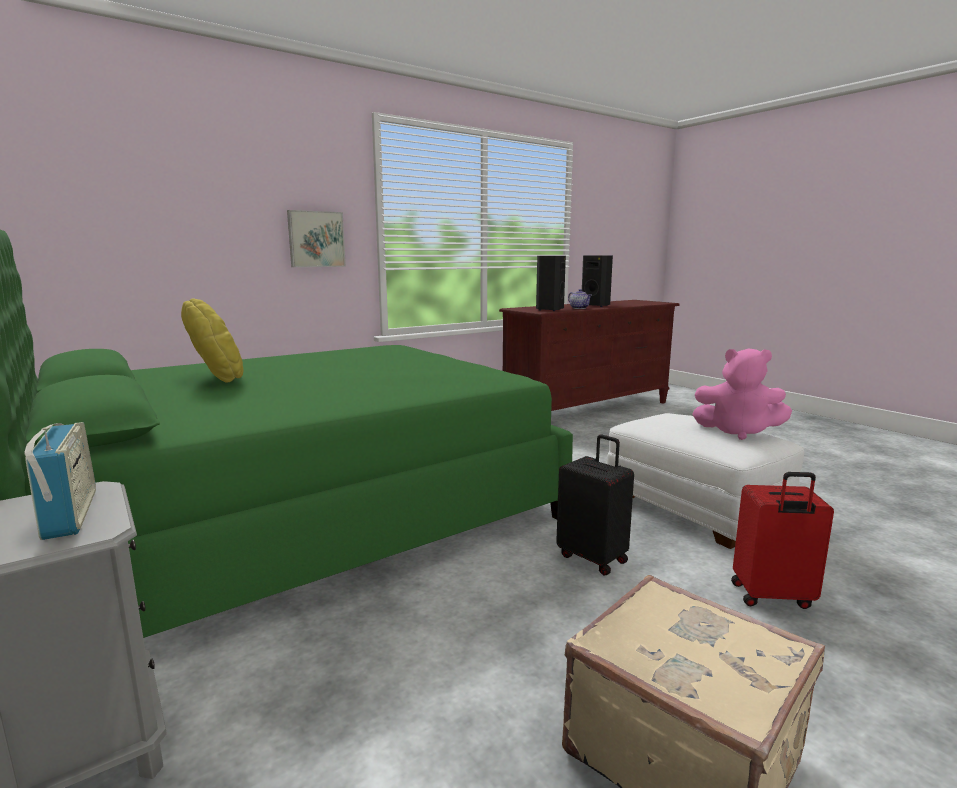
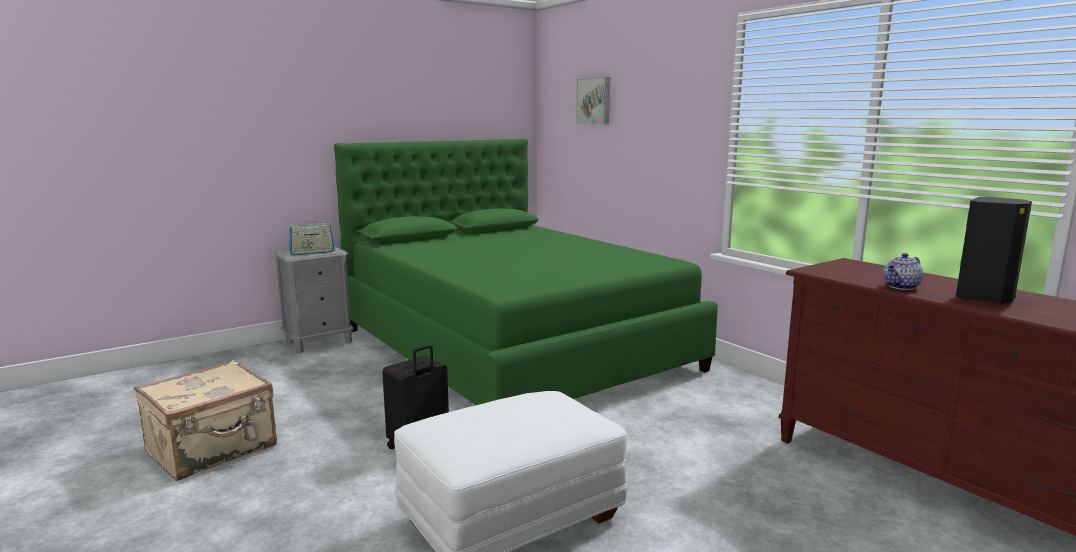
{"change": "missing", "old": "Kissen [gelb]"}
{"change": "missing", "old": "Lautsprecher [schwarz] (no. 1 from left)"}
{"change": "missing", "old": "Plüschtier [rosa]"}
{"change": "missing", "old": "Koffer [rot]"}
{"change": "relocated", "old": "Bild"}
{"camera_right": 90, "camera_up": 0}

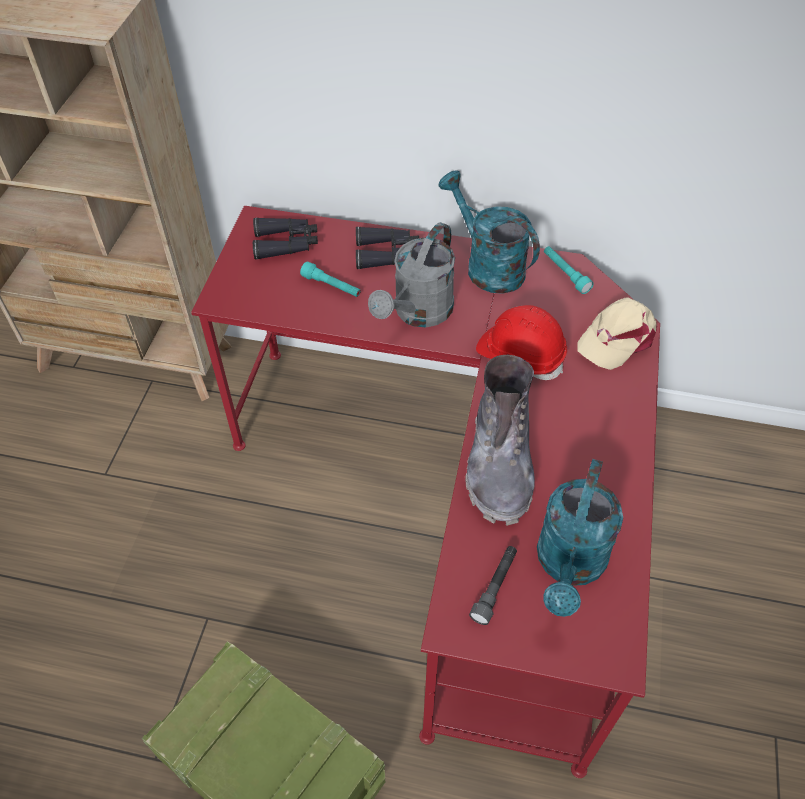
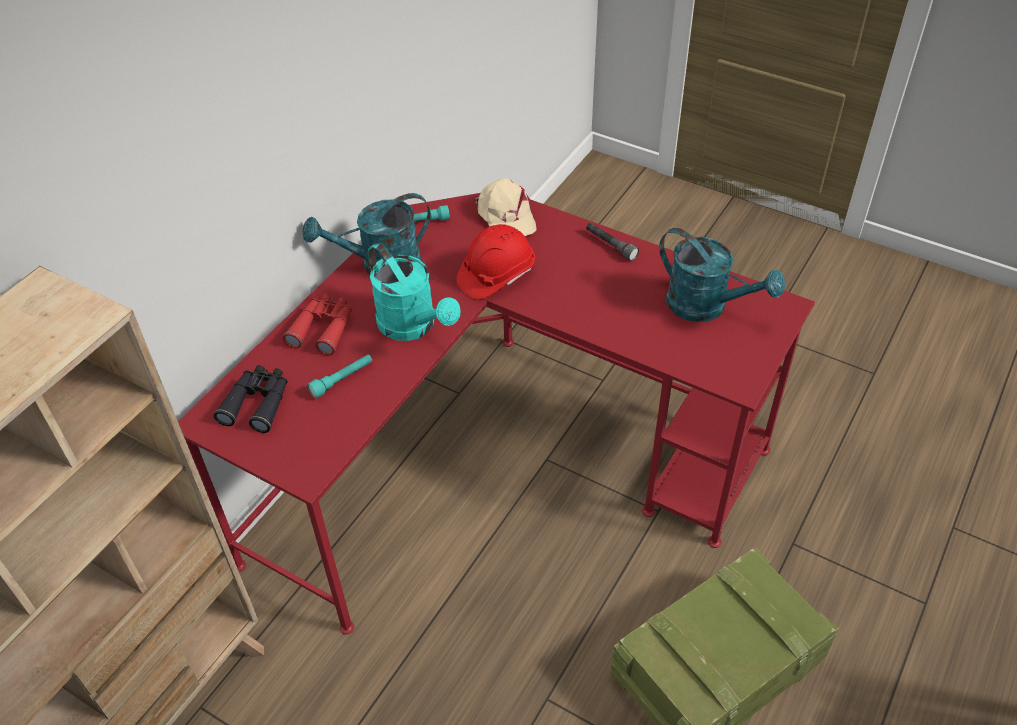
{"change": "missing", "old": "Stiefel [grau]"}
{"change": "relocated", "old": "Taschenlampe [grau]"}
{"change": "colour", "old": "Fernglas [schwarz] (no. 2 from left)", "new": "Fernglas [rot]"}
{"change": "colour", "old": "Gießkanne [grau]", "new": "Gießkanne [türkis] (no. 2 from left)"}
{"camera_right": -70, "camera_up": -5}

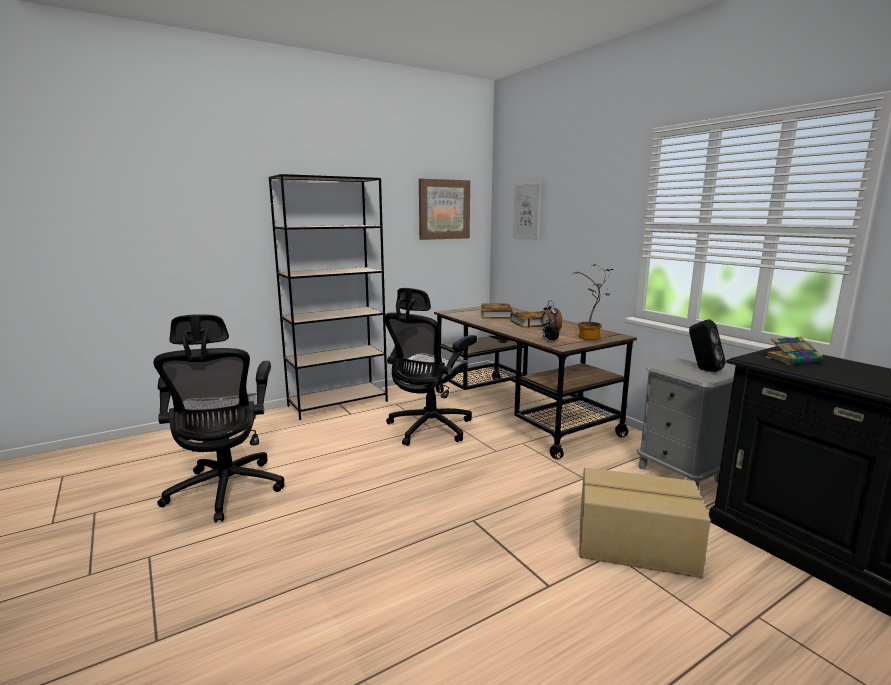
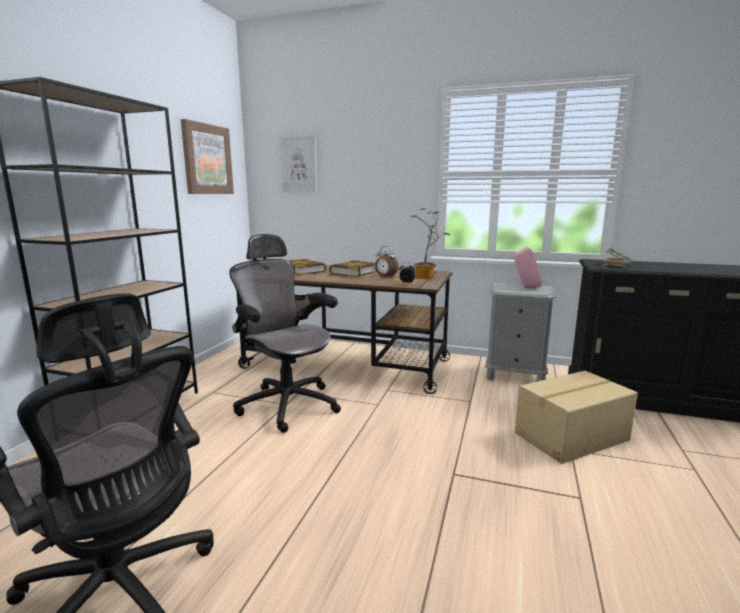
{"change": "colour", "old": "Lautsprecher [schwarz]", "new": "Lautsprecher [rosa]"}
{"change": "spun", "old": "Bürostuhl (no. 2 from left)", "degrees": 150}
{"camera_right": -40, "camera_up": 0}

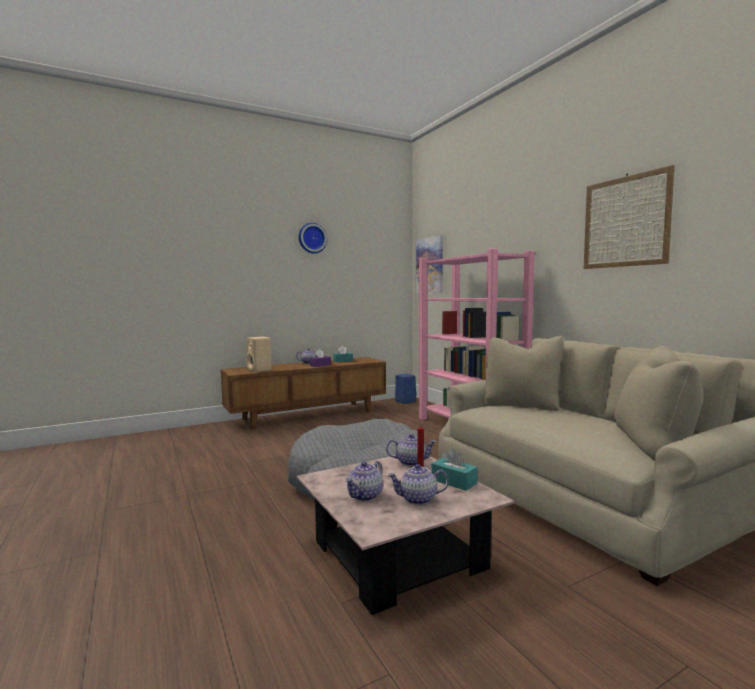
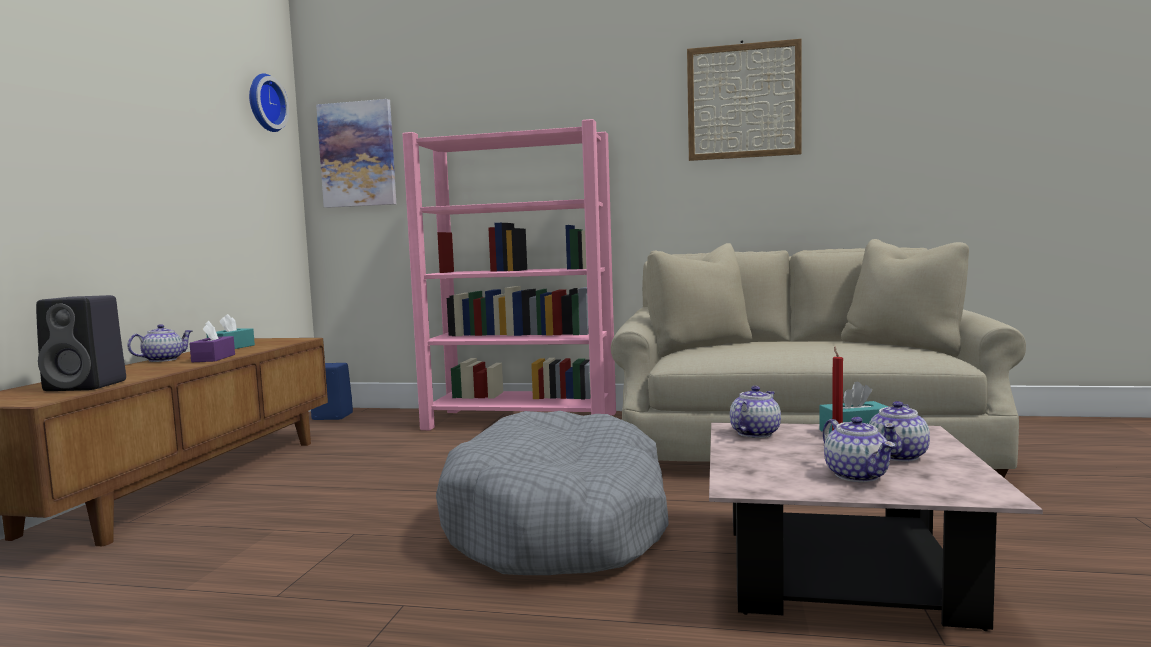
{"change": "relocated", "old": "Wanduhr"}
{"change": "colour", "old": "Lautsprecher [beige]", "new": "Lautsprecher [schwarz]"}
{"camera_right": -50, "camera_up": 0}

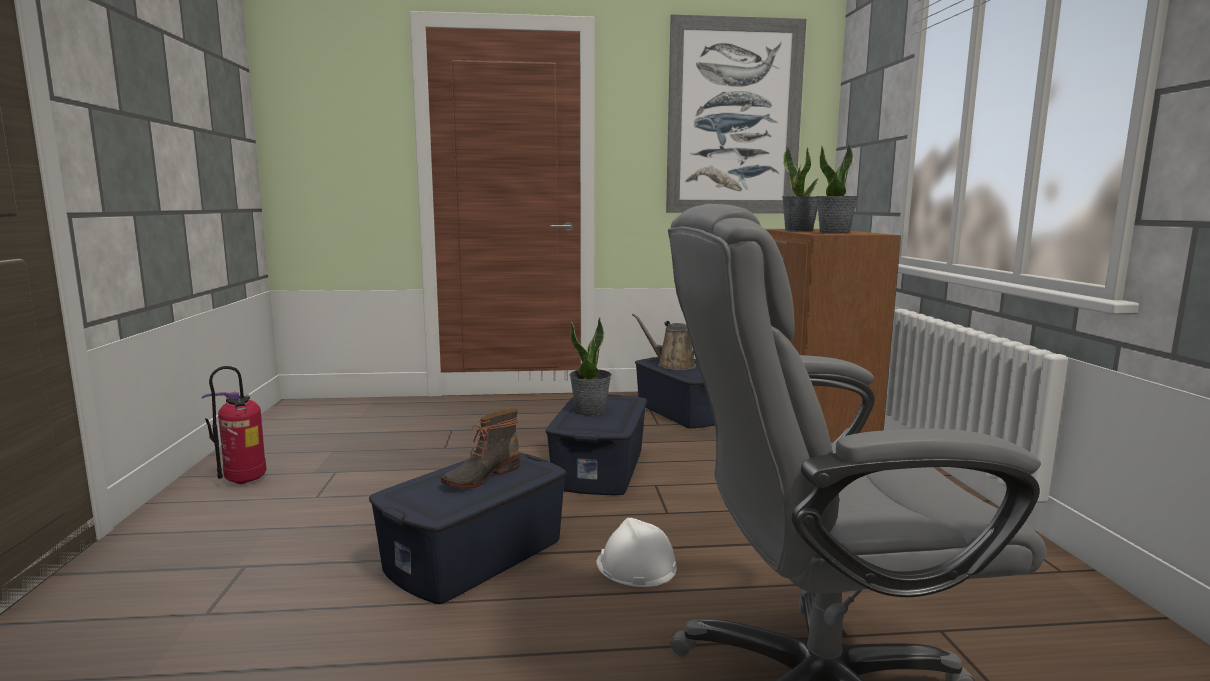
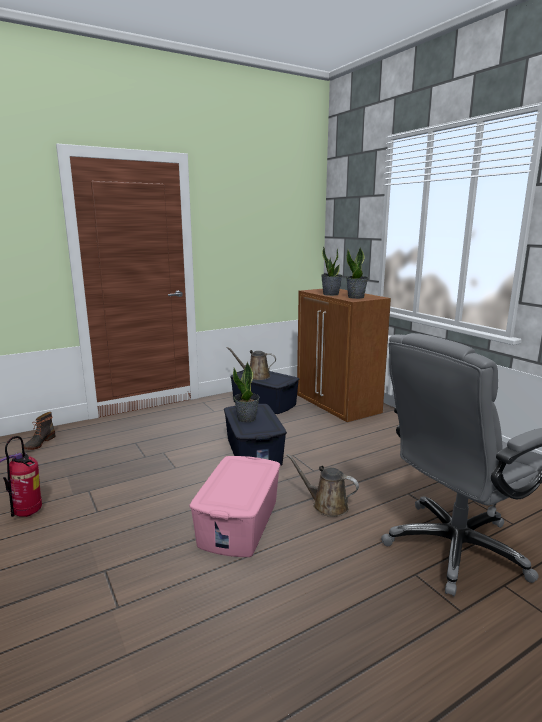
{"change": "missing", "old": "Bild"}
{"change": "relocated", "old": "Stiefel"}
{"change": "exchanged", "old": "Schutzhelm [weiß]", "new": "Gießkanne [braun] (no. 2 from left)"}
{"change": "colour", "old": "Aufbewahrungsbox [blau] (no. 1 from left)", "new": "Aufbewahrungsbox [rosa]"}
{"camera_right": -25, "camera_up": 5}

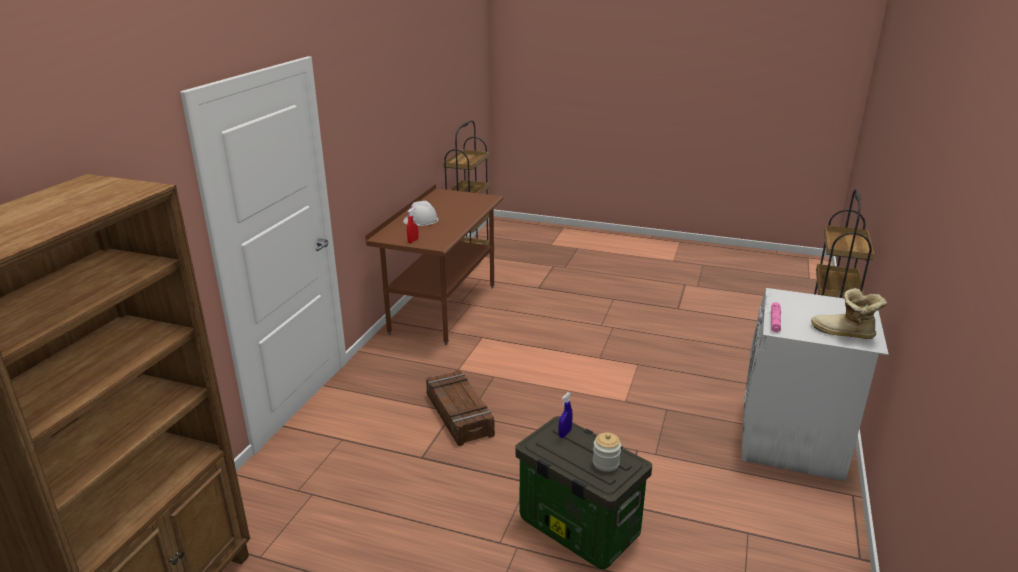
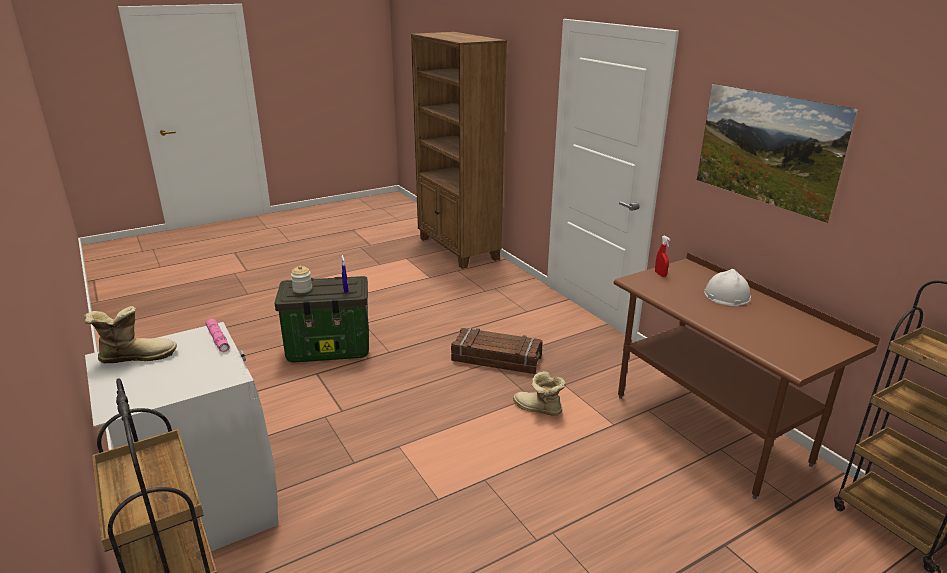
{"change": "appeared", "new": "Stiefel (no. 2 from left)"}
{"change": "appeared", "new": "Bild"}
{"camera_right": 130, "camera_up": 0}

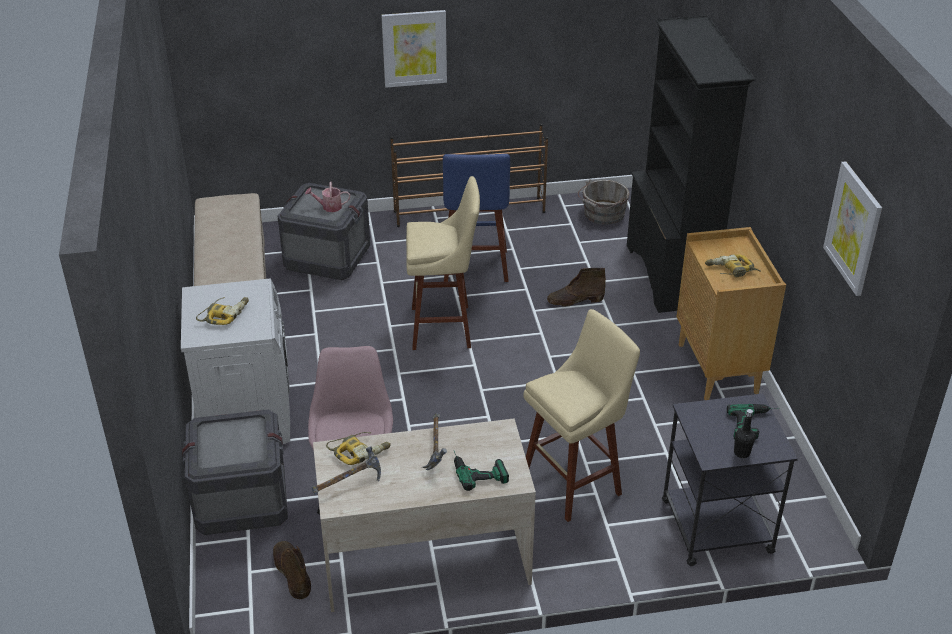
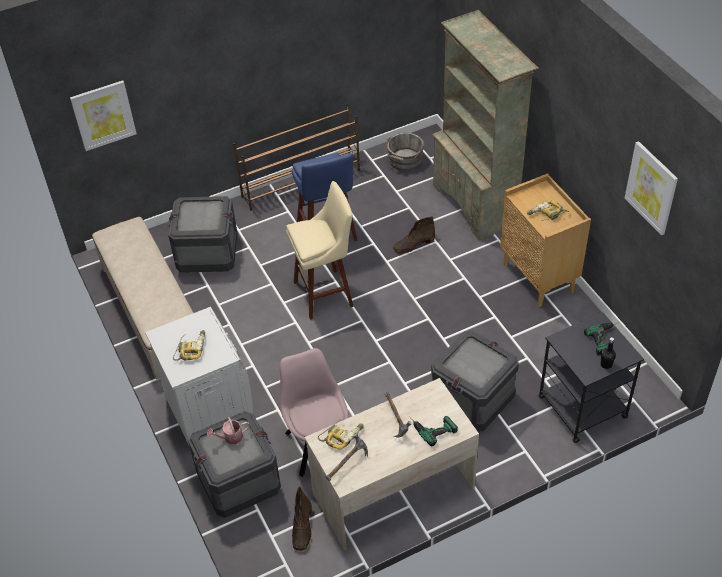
{"change": "relocated", "old": "Gießkanne"}
{"change": "relocated", "old": "Bild (no. 1 from left)"}
{"change": "exchanged", "old": "Hocker [beige] (no. 2 from left)", "new": "Kiste (no. 3 from left)"}
{"change": "colour", "old": "Bücherregal [schwarz]", "new": "Bücherregal [grün]"}
{"change": "spun", "old": "Stiefel [braun] (no. 1 from left)", "degrees": -135}
{"camera_right": -15, "camera_up": 10}

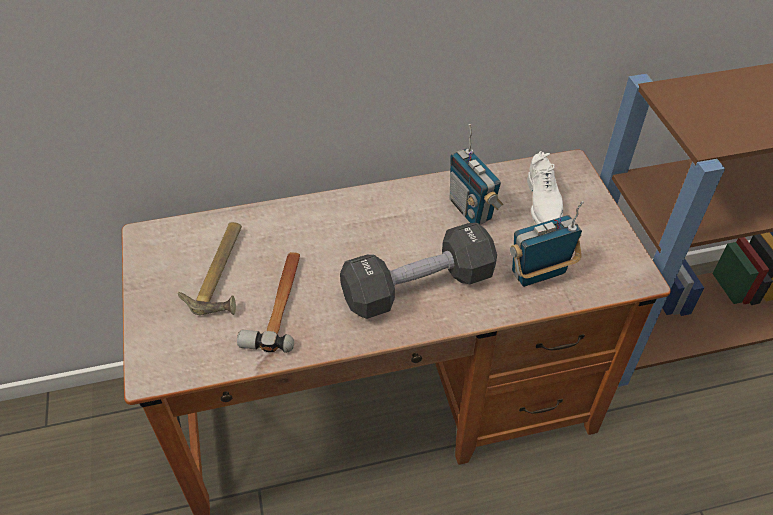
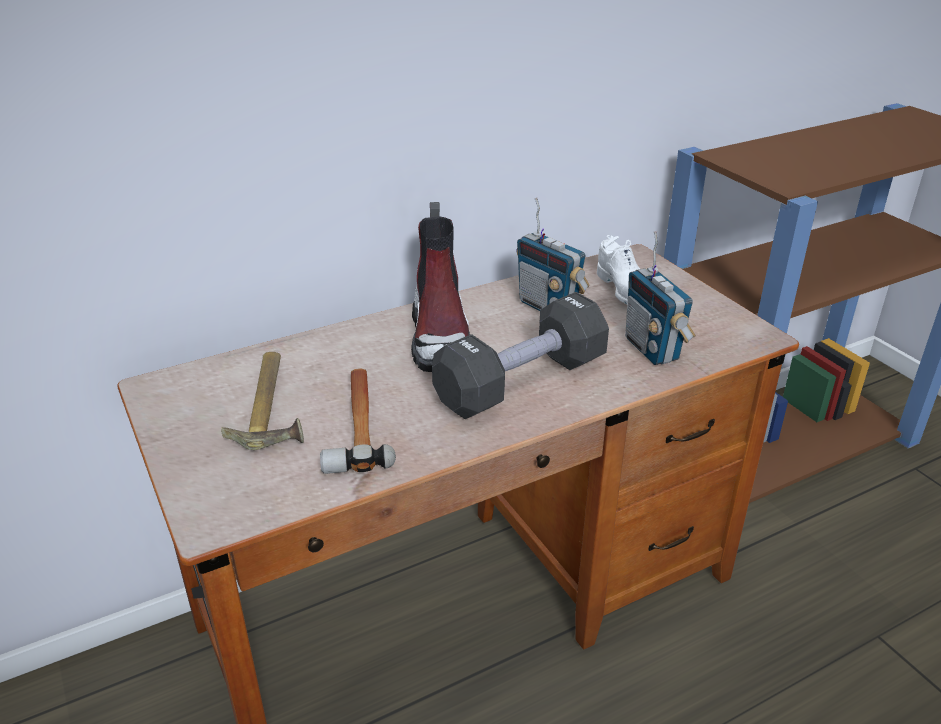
{"change": "appeared", "new": "Stiefel"}
{"change": "spun", "old": "Radio (no. 2 from left)", "degrees": -75}
{"camera_right": -15, "camera_up": -15}

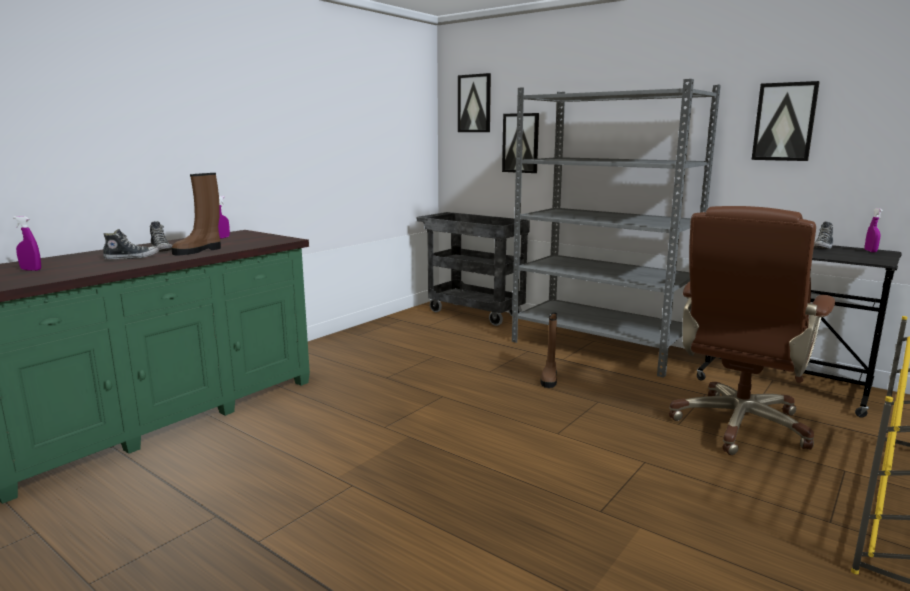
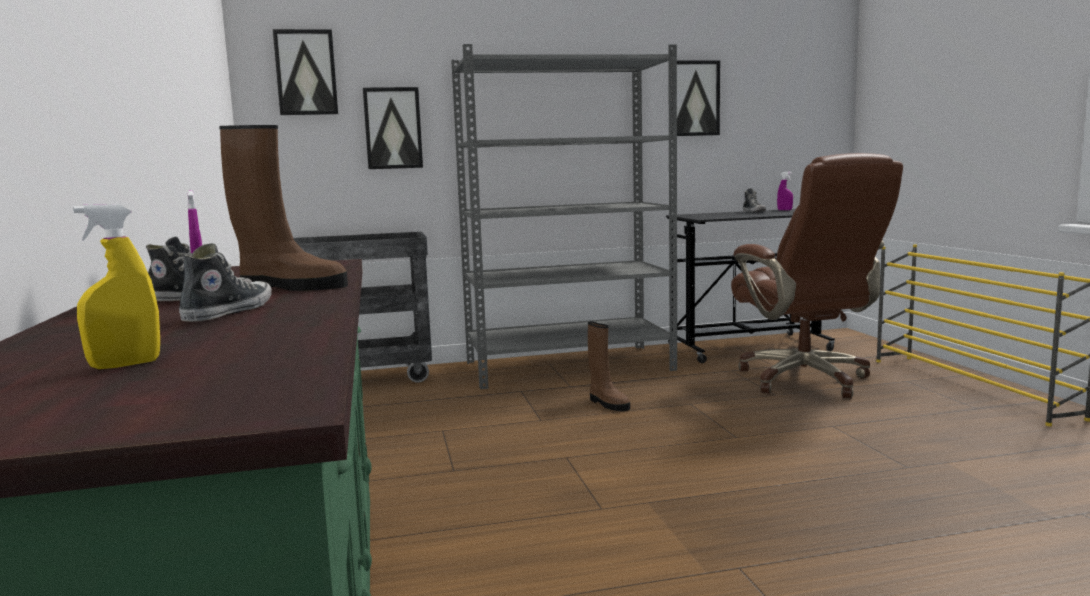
{"change": "colour", "old": "Sprühflasche [lila] (no. 1 from left)", "new": "Sprühflasche [gelb]"}
{"change": "spun", "old": "Stiefel [braun] (no. 1 from left)", "degrees": -75}
{"camera_right": -50, "camera_up": -5}

